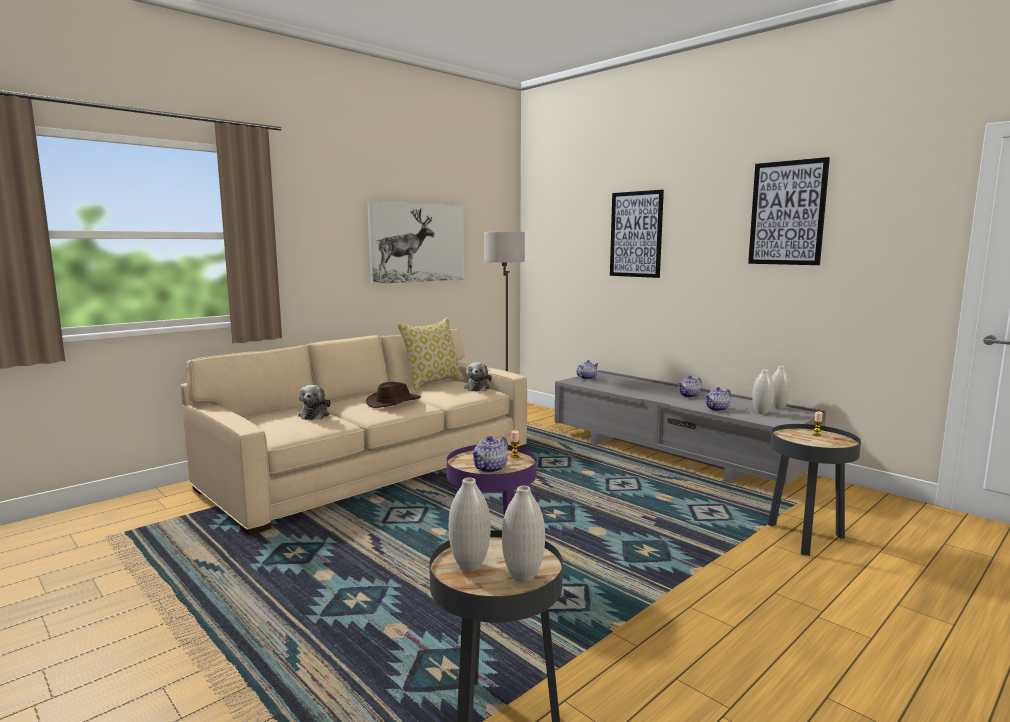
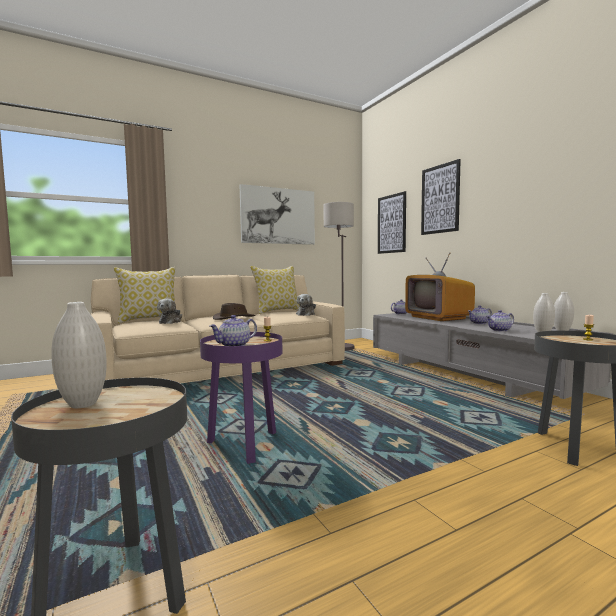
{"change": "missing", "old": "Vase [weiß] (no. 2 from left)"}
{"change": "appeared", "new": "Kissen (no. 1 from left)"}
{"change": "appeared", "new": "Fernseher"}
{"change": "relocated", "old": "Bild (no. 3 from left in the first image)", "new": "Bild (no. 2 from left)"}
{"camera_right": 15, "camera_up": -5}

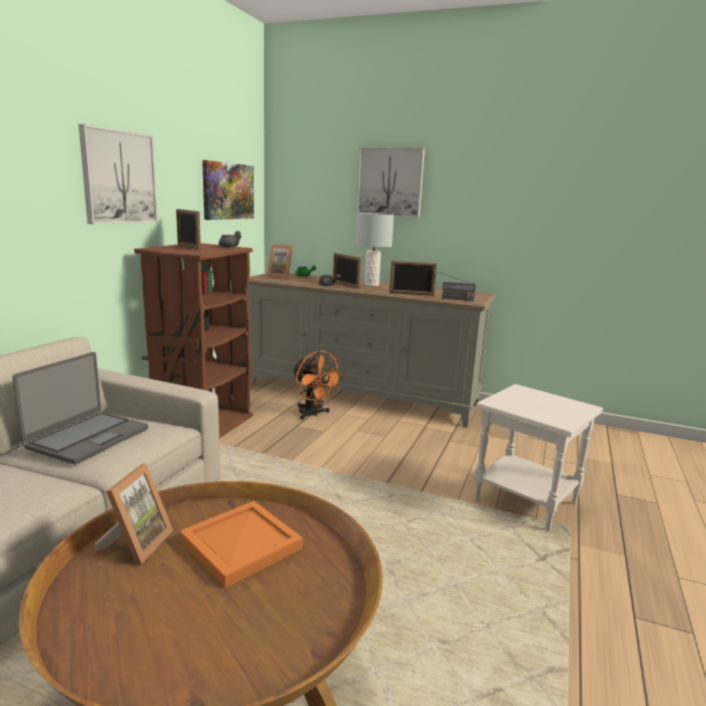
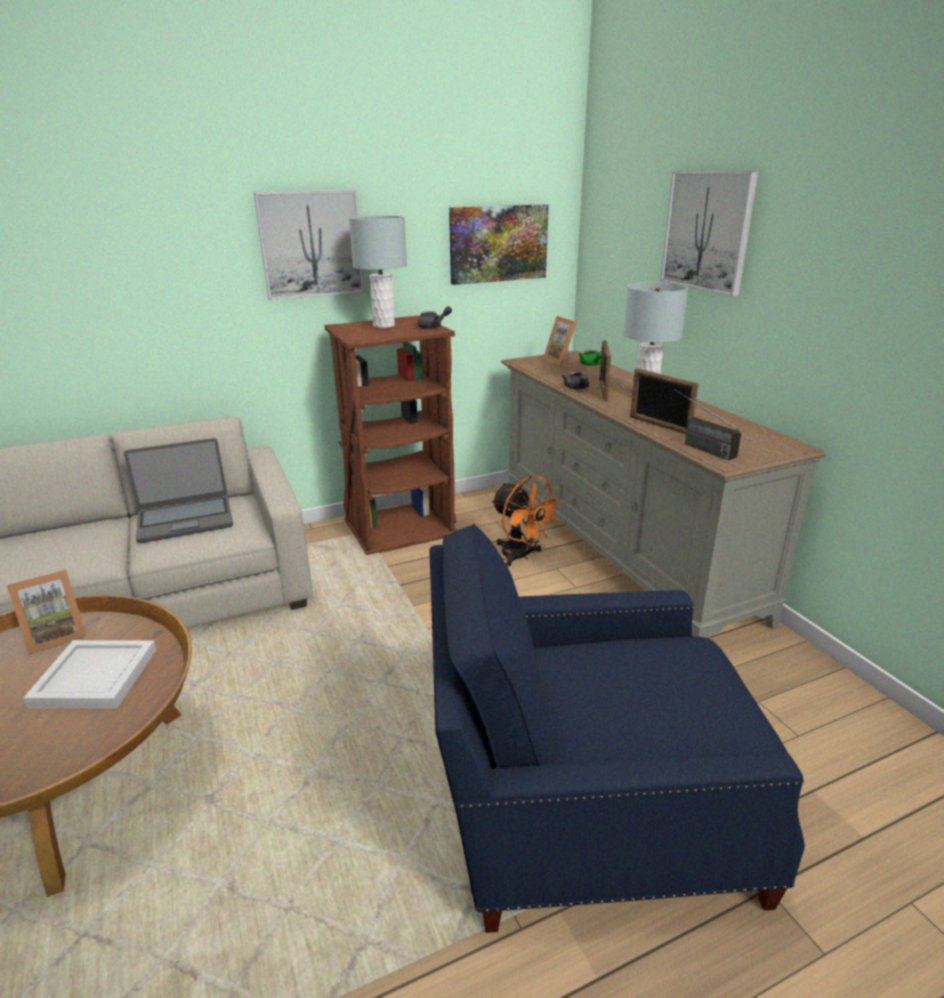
{"change": "exchanged", "old": "Bilderrahmen (no. 2 from left)", "new": "Tischlampe [grau] (no. 1 from left)"}
{"change": "exchanged", "old": "Beistelltisch [weiß]", "new": "Sessel [blau]"}
{"change": "colour", "old": "Tablett [orange]", "new": "Tablett [weiß]"}
{"change": "spun", "old": "Ventilator [orange]", "degrees": -45}
{"camera_right": 45, "camera_up": 10}

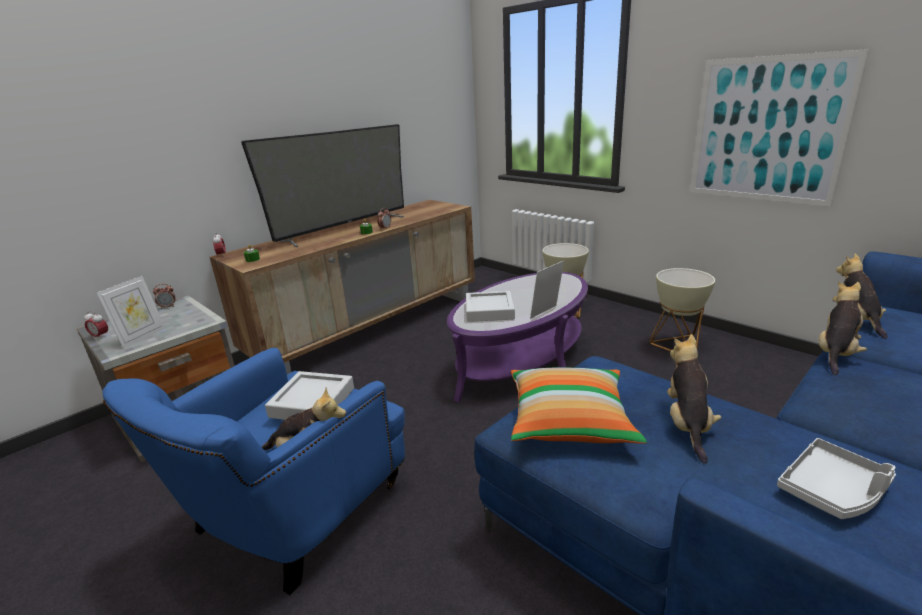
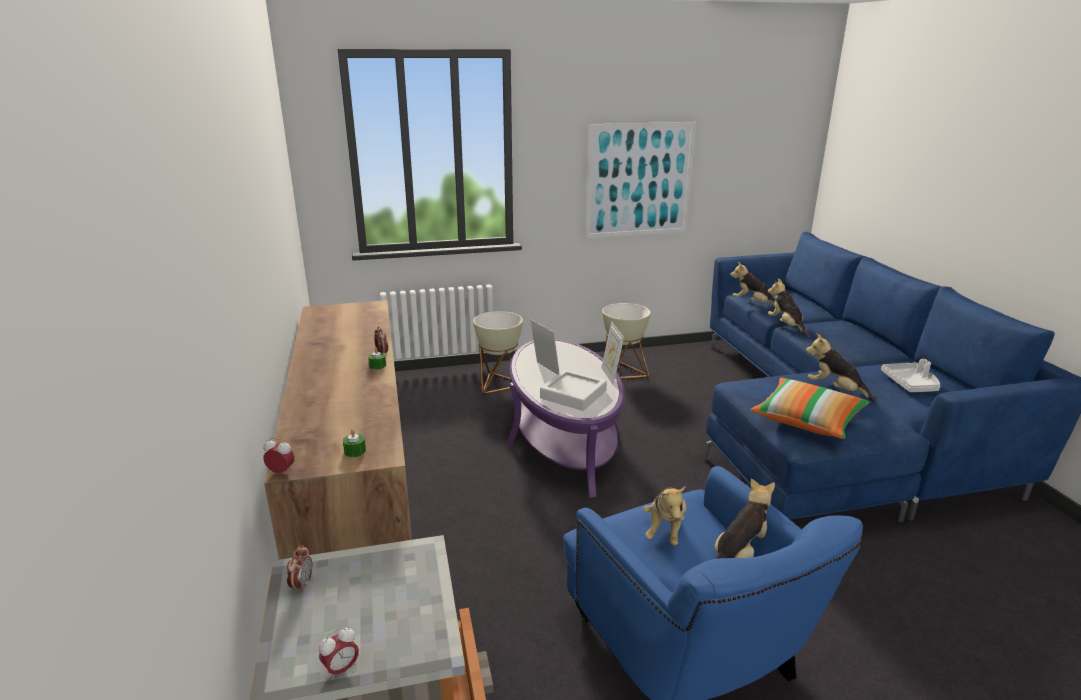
{"change": "missing", "old": "Fernseher"}
{"change": "relocated", "old": "Bilderrahmen (no. 1 from left)"}
{"change": "exchanged", "old": "Tablett [grau] (no. 1 from left)", "new": "Plüschtier (no. 1 from left)"}
{"camera_right": -60, "camera_up": 0}

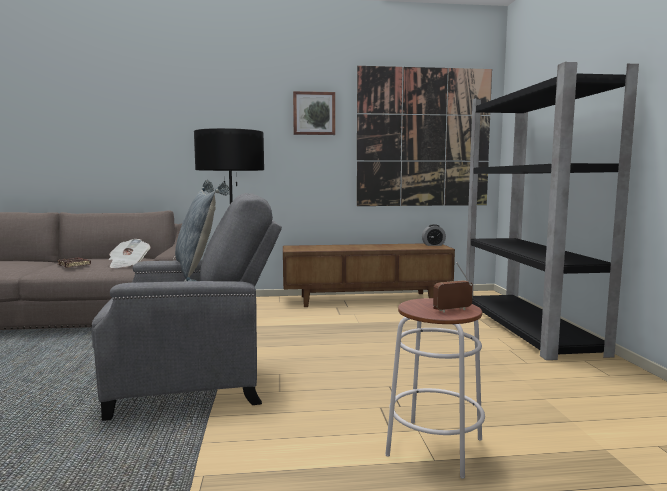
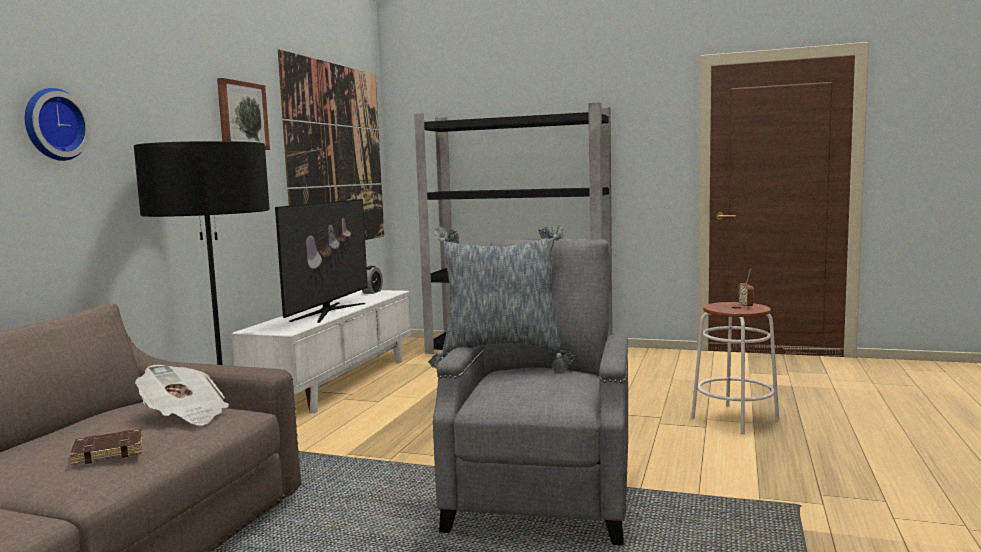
{"change": "appeared", "new": "Wanduhr"}
{"change": "appeared", "new": "Fernseher"}
{"change": "colour", "old": "Fernsehschrank [braun]", "new": "Fernsehschrank [weiß]"}
{"camera_right": -65, "camera_up": 0}

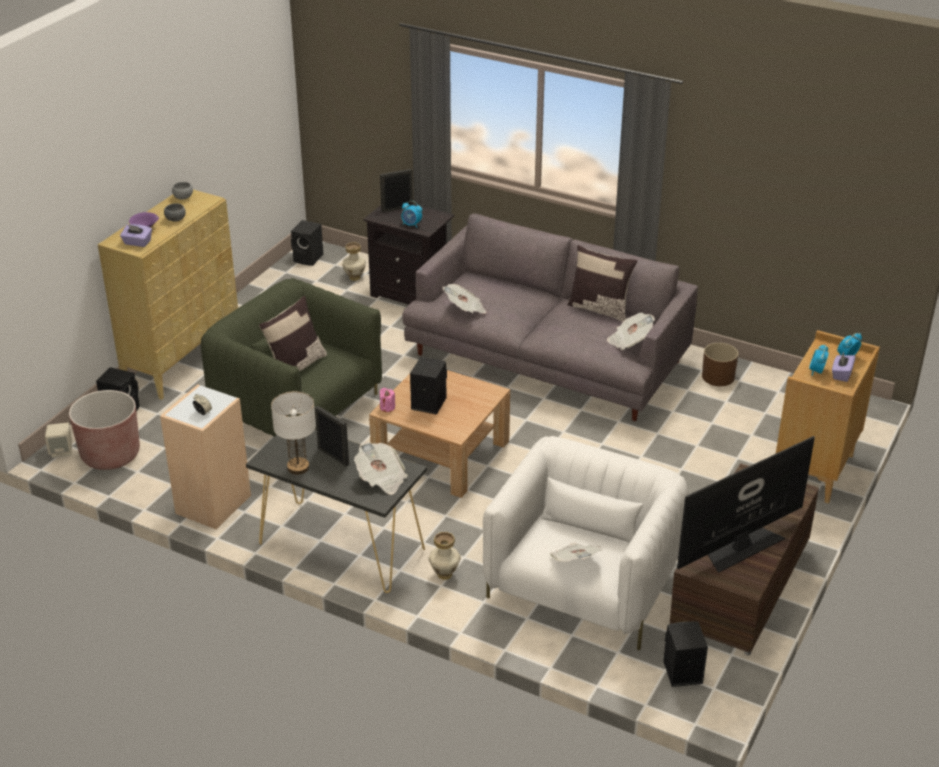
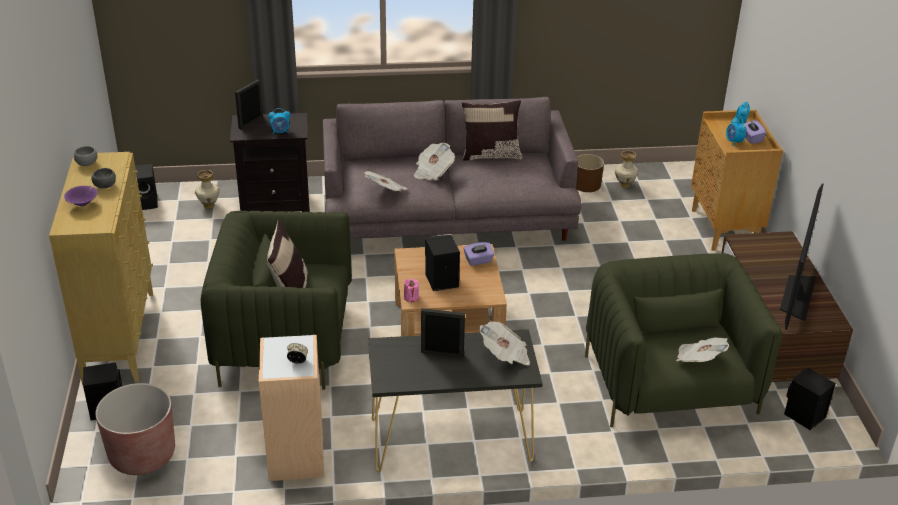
{"change": "missing", "old": "Lautsprecher [beige]"}
{"change": "missing", "old": "Tischlampe"}
{"change": "relocated", "old": "Taschentuchbox [lila] (no. 1 from left)"}
{"change": "relocated", "old": "Vase (no. 2 from left)"}
{"change": "relocated", "old": "Zeitung (no. 4 from left in the first image)", "new": "Zeitung (no. 2 from left)"}
{"change": "colour", "old": "Sessel [weiß]", "new": "Sessel [grün] (no. 2 from left)"}
{"camera_right": -35, "camera_up": 0}

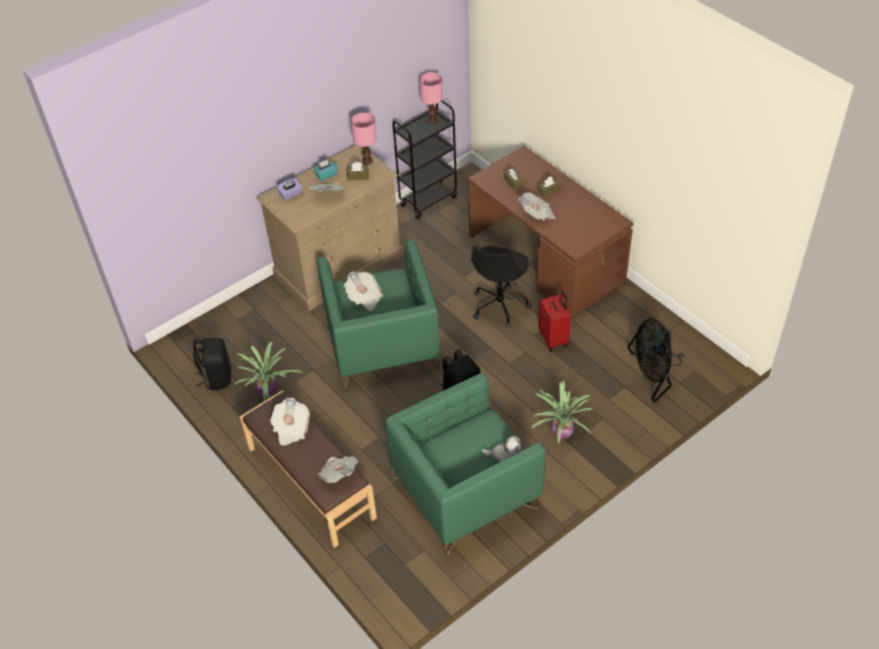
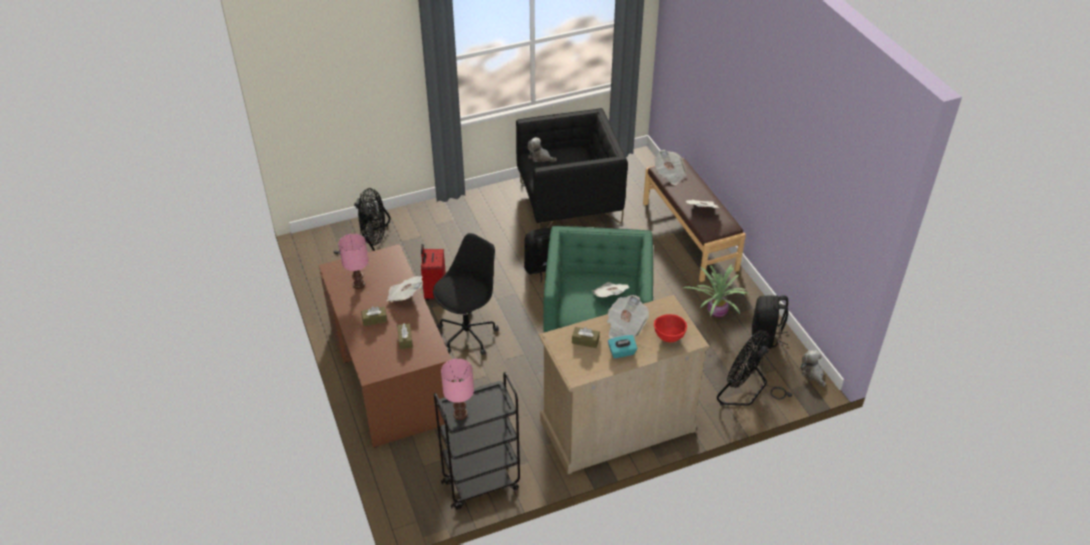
{"change": "missing", "old": "Topfpflanze (no. 2 from left)"}
{"change": "appeared", "new": "Ventilator [schwarz] (no. 2 from left)"}
{"change": "appeared", "new": "Plüschtier (no. 2 from left)"}
{"change": "relocated", "old": "Tischlampe [rosa] (no. 1 from left)"}
{"change": "exchanged", "old": "Taschentuchbox [lila]", "new": "Schüssel [rot]"}
{"change": "colour", "old": "Sessel [grün] (no. 2 from left)", "new": "Sessel [schwarz]"}
{"camera_right": -165, "camera_up": -5}

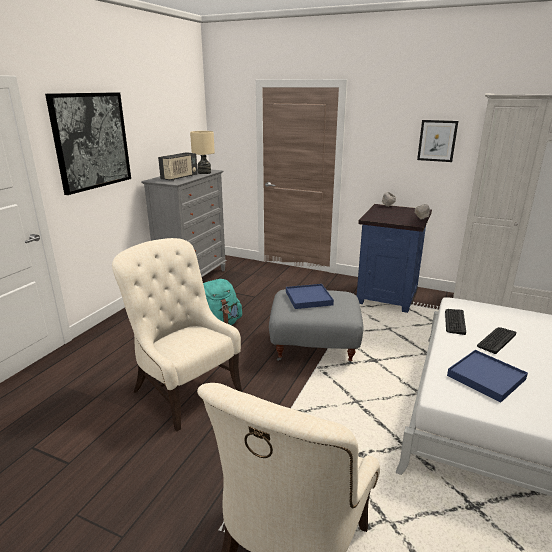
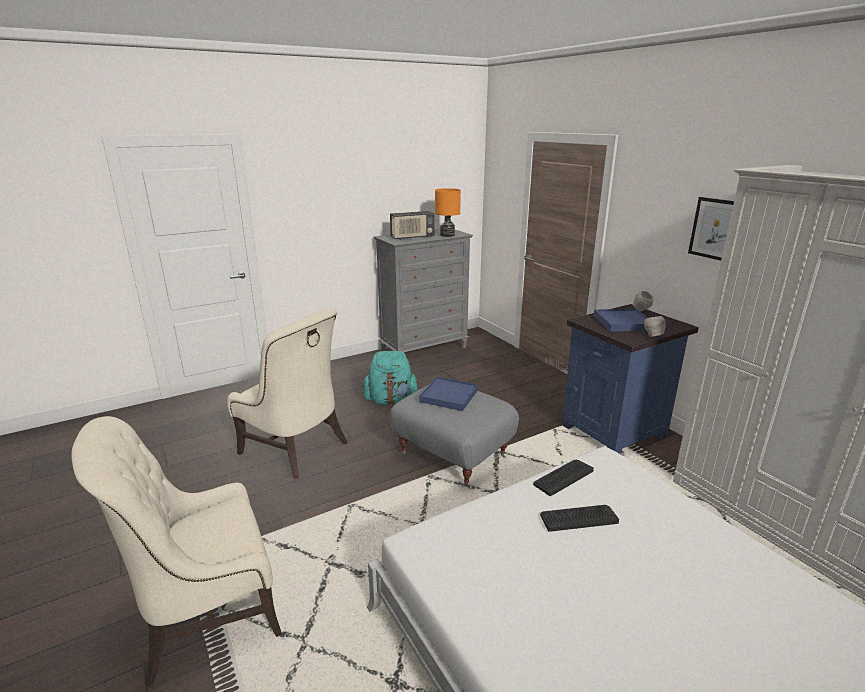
{"change": "missing", "old": "Bild (no. 1 from left)"}
{"change": "relocated", "old": "Tablett [blau] (no. 2 from left)"}
{"change": "colour", "old": "Tischlampe [beige]", "new": "Tischlampe [orange]"}
{"change": "spun", "old": "Sessel [beige] (no. 1 from left in the first image)", "degrees": 135}
{"camera_right": 35, "camera_up": 0}

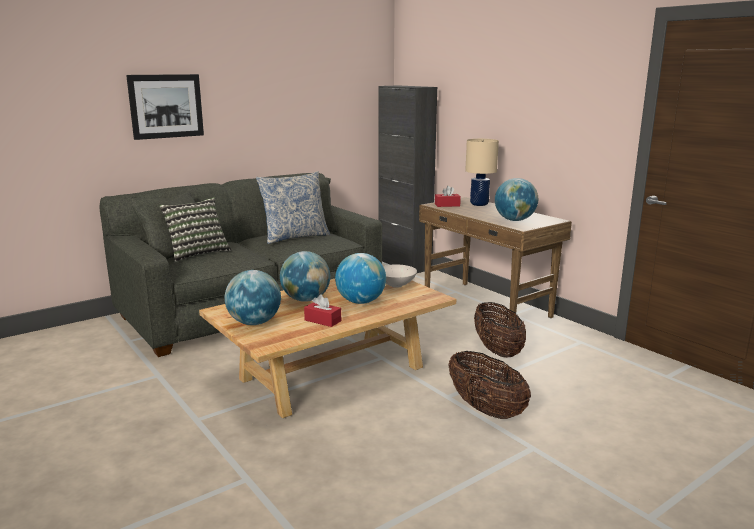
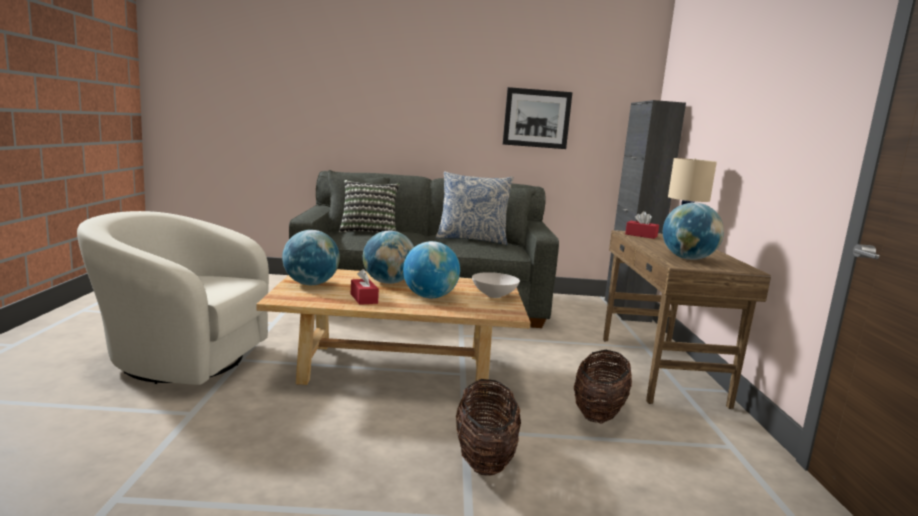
{"change": "appeared", "new": "Sessel [beige]"}
{"change": "relocated", "old": "Bild"}
{"camera_right": 35, "camera_up": -5}

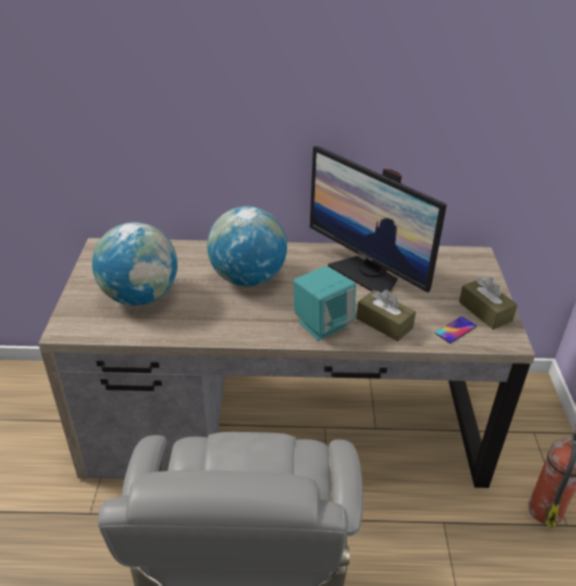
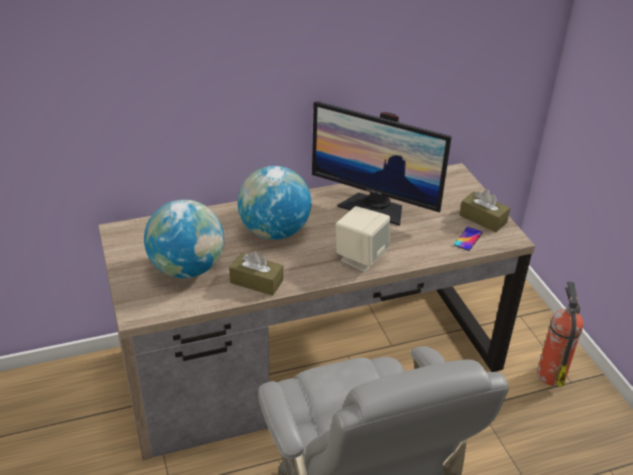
{"change": "relocated", "old": "Taschentuchbox [braun] (no. 1 from left)"}
{"change": "colour", "old": "Lautsprecher [türkis]", "new": "Lautsprecher [beige]"}
{"camera_right": -20, "camera_up": 0}

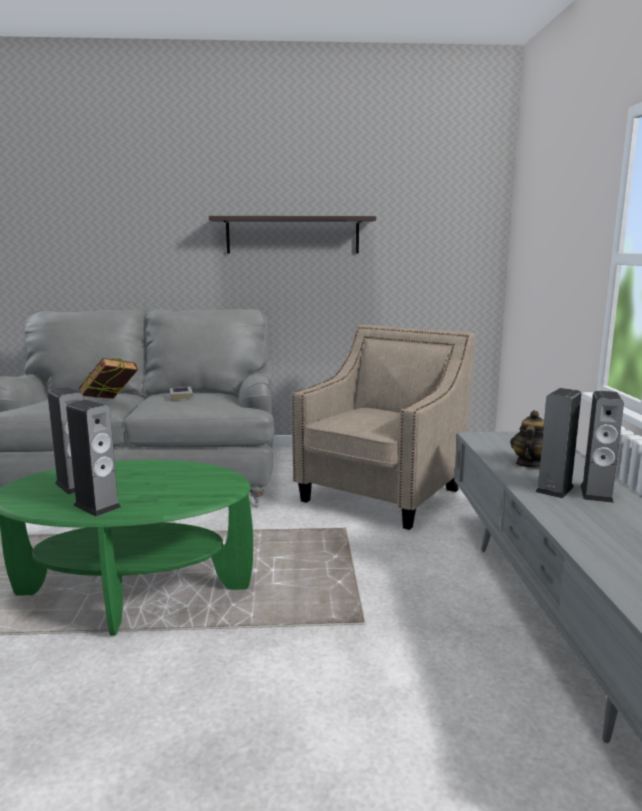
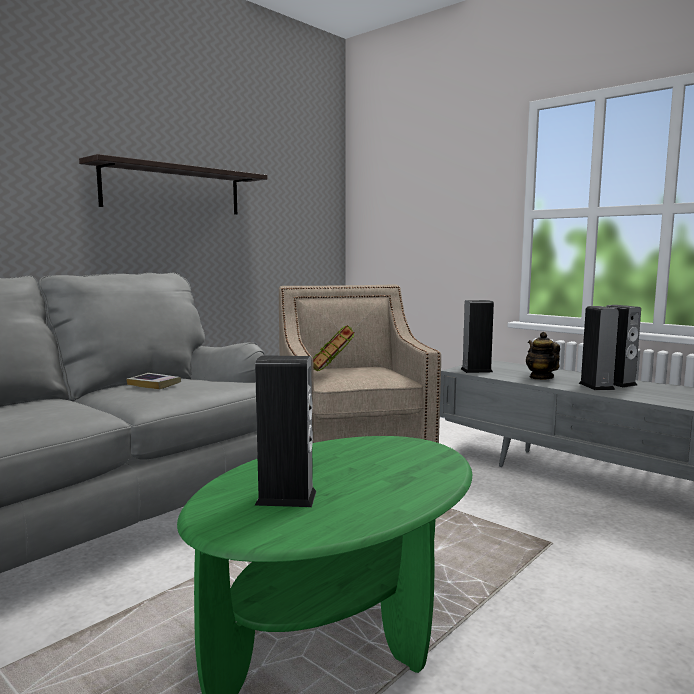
{"change": "relocated", "old": "Lautsprecher (no. 2 from left)"}
{"change": "relocated", "old": "Buch (no. 1 from left in the first image)", "new": "Buch (no. 2 from left)"}
{"camera_right": -45, "camera_up": -5}

